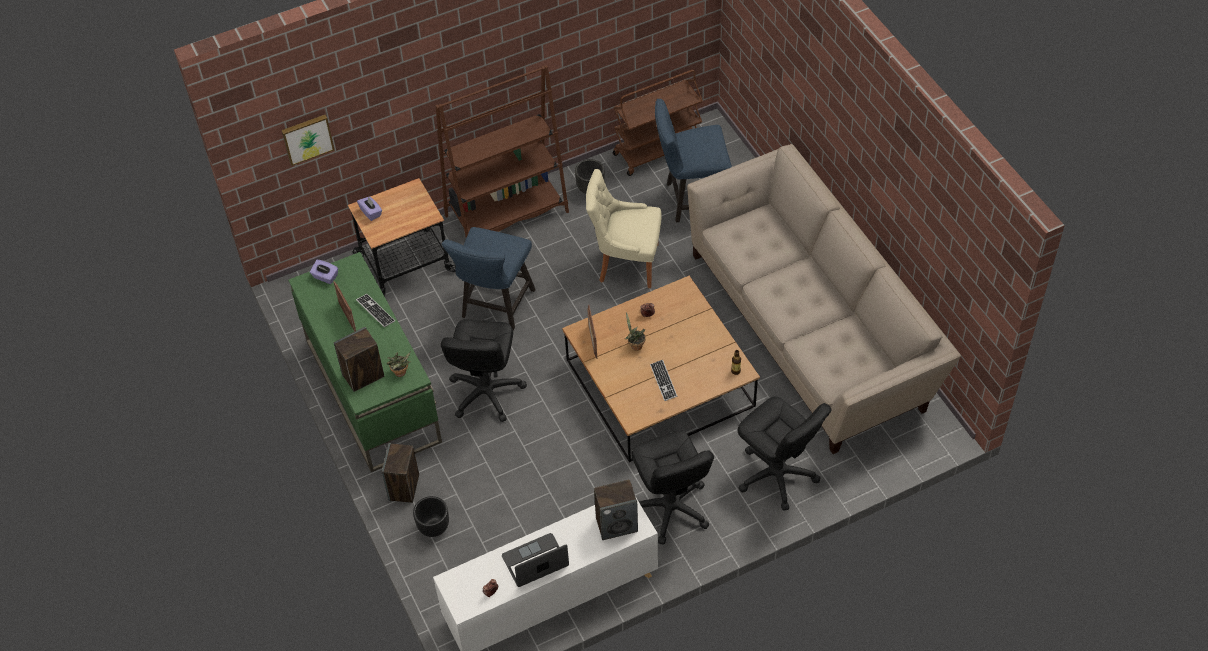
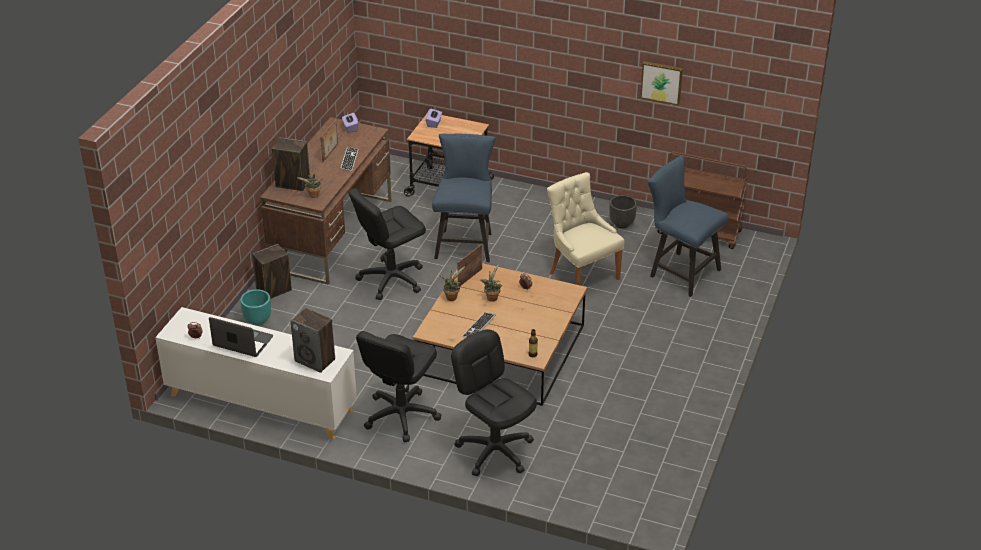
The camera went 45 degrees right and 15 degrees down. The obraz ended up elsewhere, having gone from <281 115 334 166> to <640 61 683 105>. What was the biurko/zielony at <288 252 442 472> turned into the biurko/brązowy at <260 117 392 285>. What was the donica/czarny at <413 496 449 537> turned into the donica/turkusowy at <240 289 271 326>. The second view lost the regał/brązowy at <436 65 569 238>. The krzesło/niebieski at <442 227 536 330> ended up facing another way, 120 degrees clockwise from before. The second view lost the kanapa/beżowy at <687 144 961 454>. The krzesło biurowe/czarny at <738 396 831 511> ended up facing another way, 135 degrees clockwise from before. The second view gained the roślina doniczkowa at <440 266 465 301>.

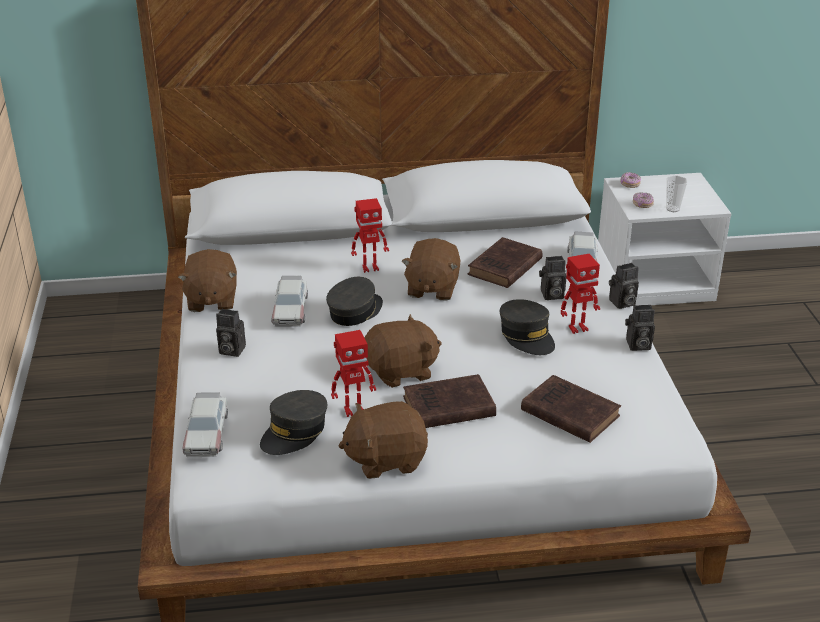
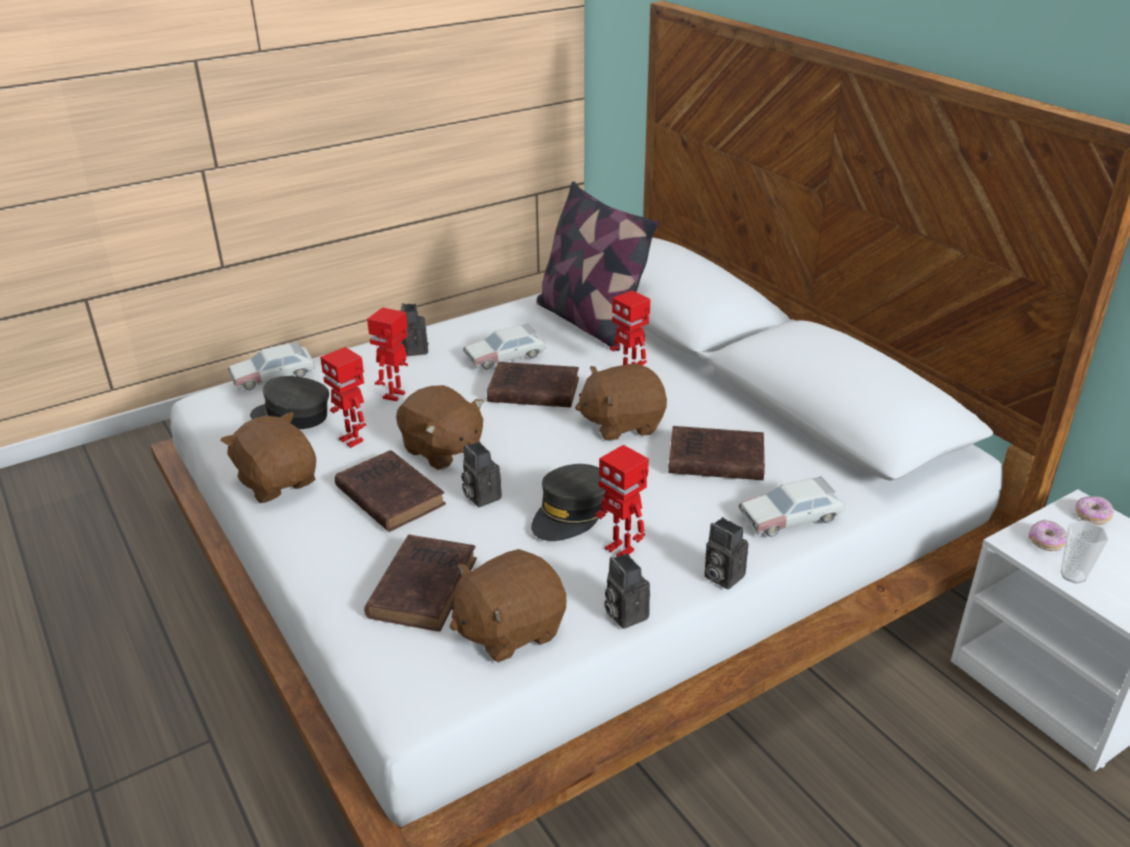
The camera went 65 degrees right and 0 degrees up. The pluszak/brązowy ended up elsewhere, having gone from <178 249 237 312> to <450 549 566 663>. Where the czapka z daszkiem/szary stood at <326 277 383 326>, the książka/brązowy came to stand at <487 362 579 408>. The aparat fotograficzny ended up elsewhere, having gone from <539 256 566 300> to <461 442 502 507>. The second view gained the robot zabawkowy at <367 307 408 401>. The second view gained the poduszka at <536 181 659 351>.

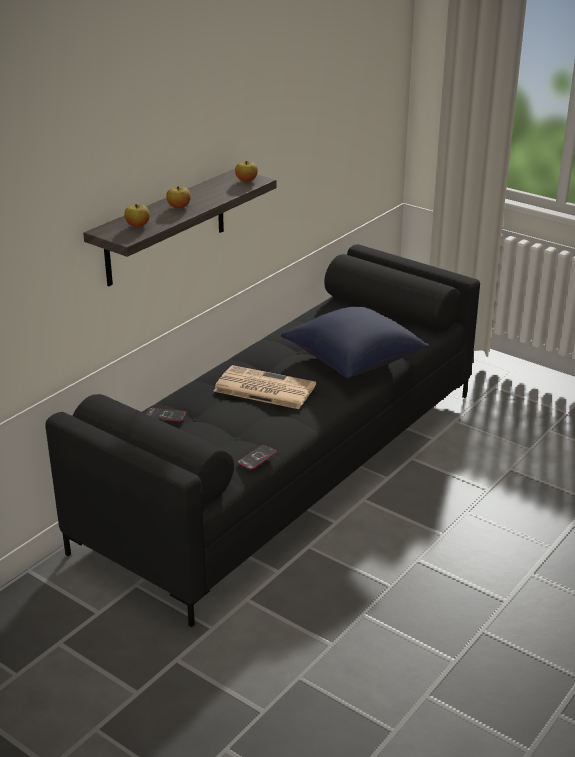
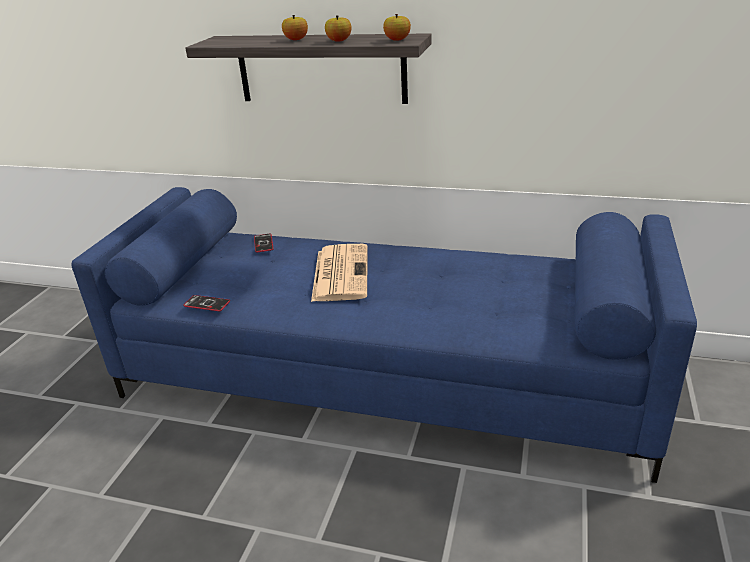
The camera went 70 degrees right and 0 degrees up. What was the kanapa/czarny at <45 244 480 627> turned into the kanapa/niebieski at <72 187 697 483>. The jabłko ended up elsewhere, having gone from <124 204 150 227> to <325 15 351 42>. The second view lost the poduszka/niebieski at <281 307 429 378>.

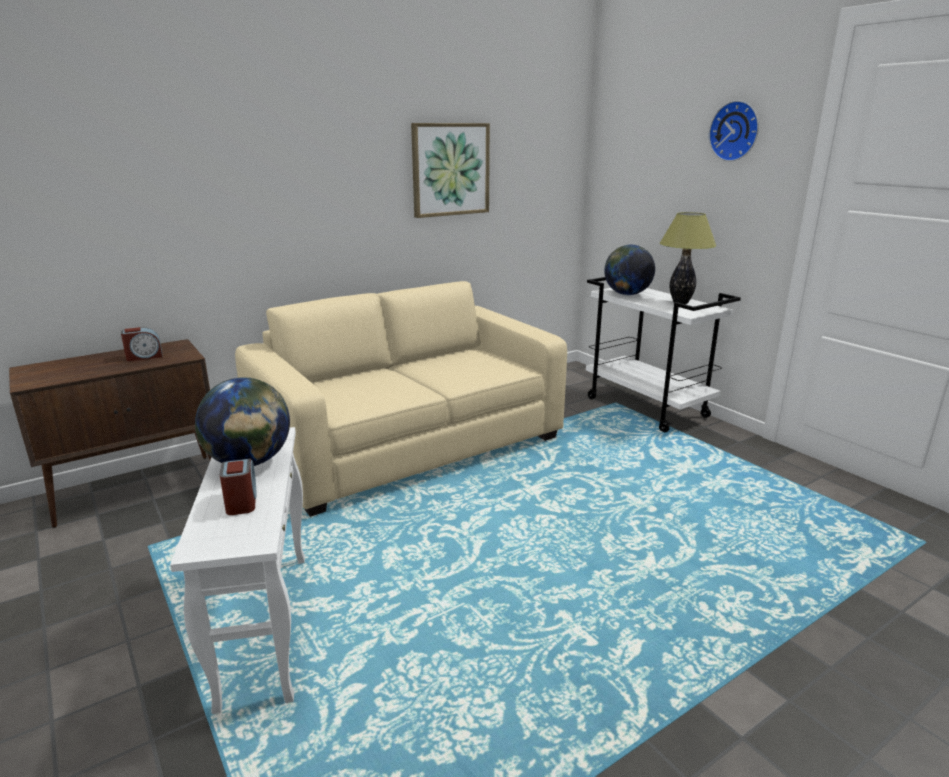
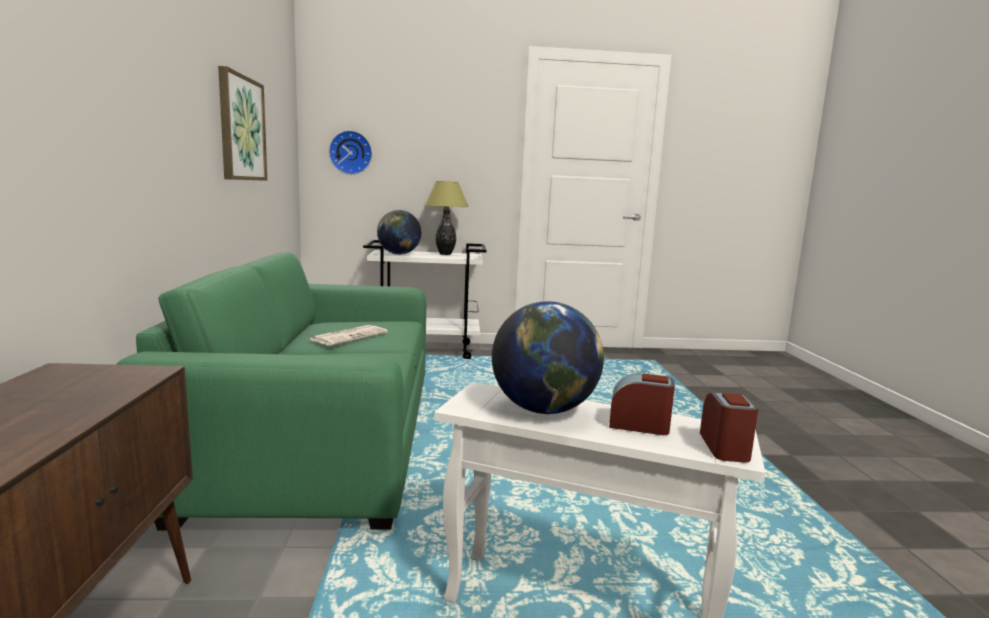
The camera went 60 degrees left and 10 degrees down. The budzik ended up elsewhere, having gone from <121 327 162 361> to <700 393 758 462>. What was the kanapa/beżowy at <235 281 567 517> turned into the kanapa/zielony at <116 252 426 530>. The zegar ścienny ended up elsewhere, having gone from <709 100 759 162> to <329 130 372 175>. The second view gained the gazeta at <310 325 388 346>.

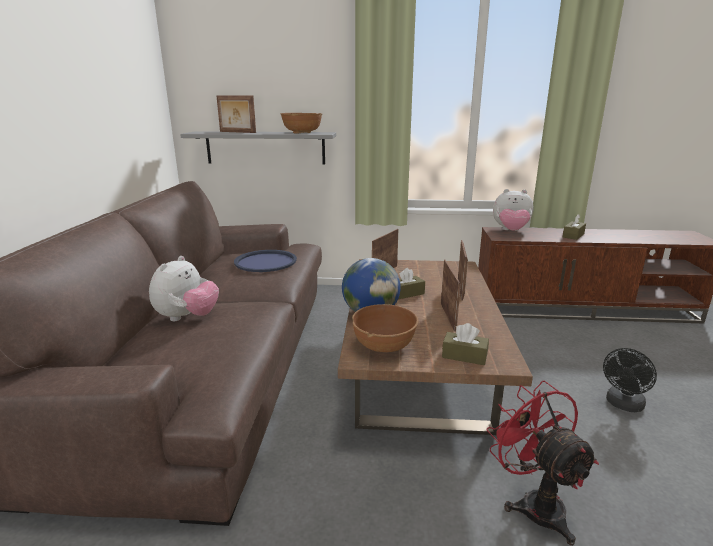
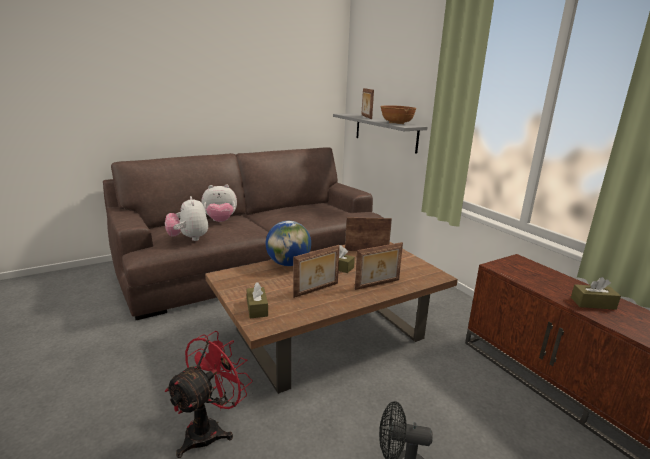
The camera went 55 degrees right and 0 degrees up. The second view lost the taca/niebieski at <234 250 297 272>. The second view lost the miska/brązowy at <352 304 418 352>. The pluszak ended up elsewhere, having gone from <493 189 534 231> to <165 196 208 241>.

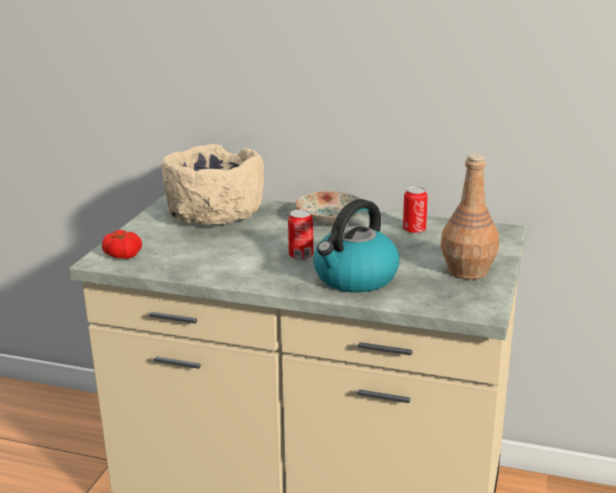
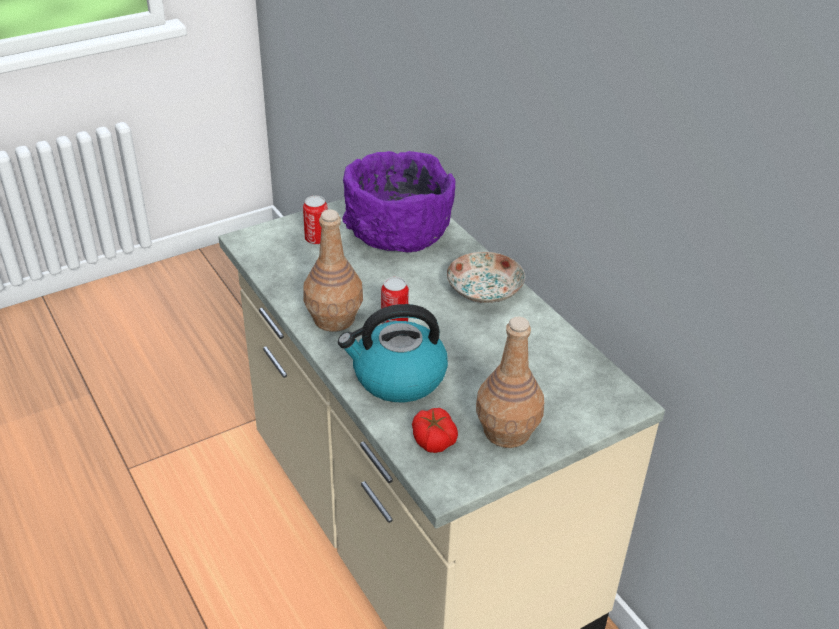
The camera went 40 degrees right and 15 degrees up. The pomidor ended up elsewhere, having gone from <102 230 142 259> to <412 408 458 453>. What was the miska/beżowy at <161 144 264 225> turned into the miska/fioletowy at <342 151 455 252>. The puszka ended up elsewhere, having gone from <403 186 428 234> to <303 196 328 245>. The second view gained the butelka/brązowy at <303 210 363 332>.

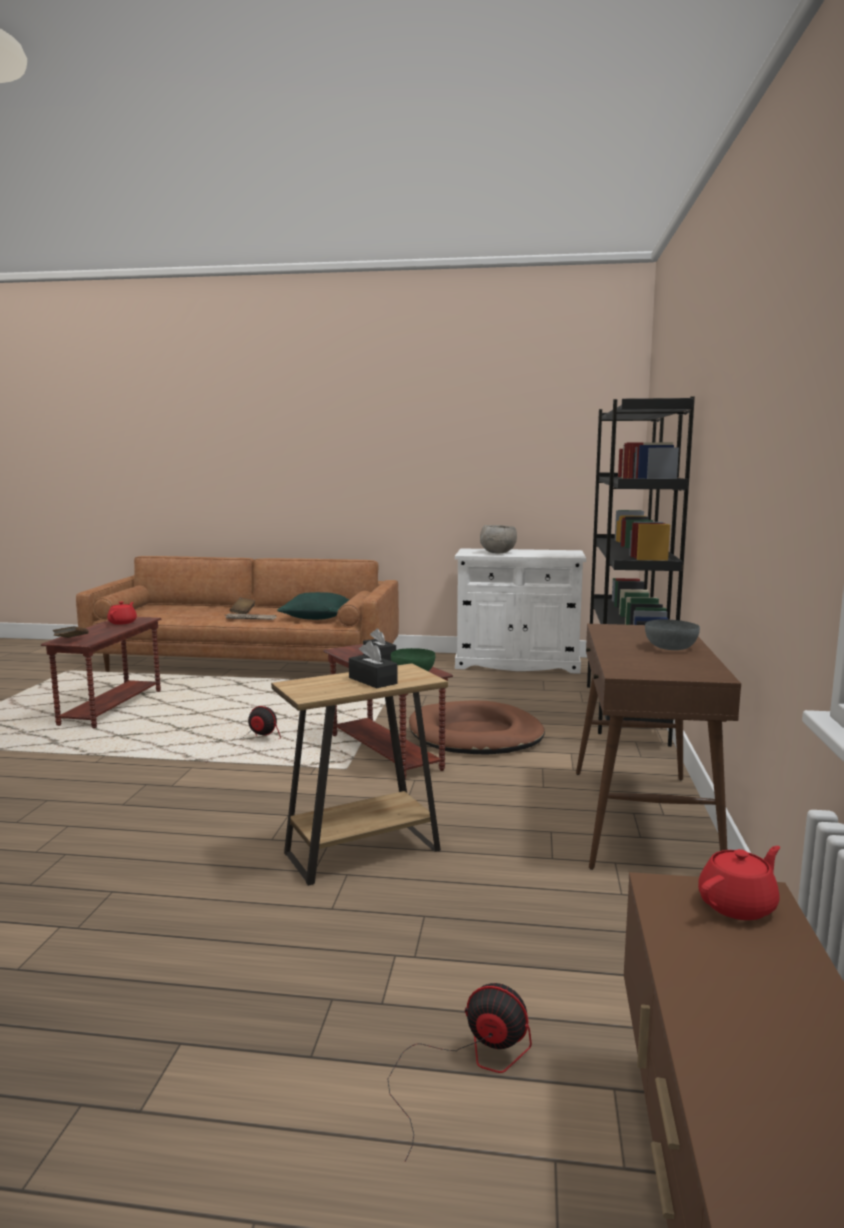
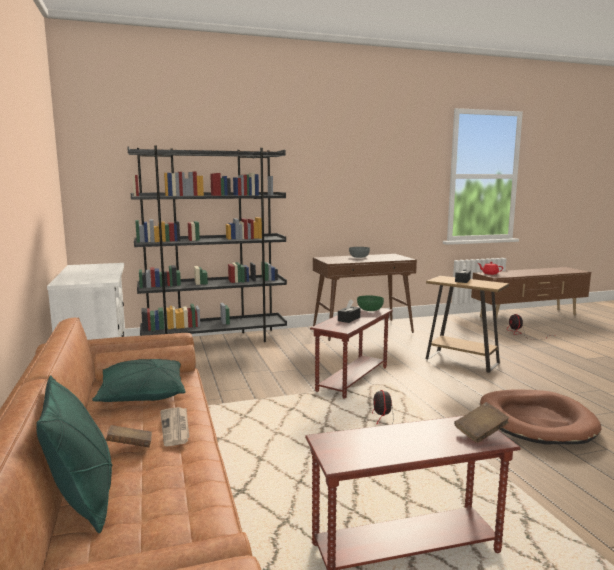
The camera went 115 degrees left and 0 degrees up. The second view lost the imbryk/czerwony at <107 601 137 624>. The legowisko/brązowy ended up elsewhere, having gone from <409 700 545 754> to <480 390 601 445>. The second view lost the miska/szary at <480 525 517 553>. The second view gained the poduszka/zielony at <36 375 112 533>.

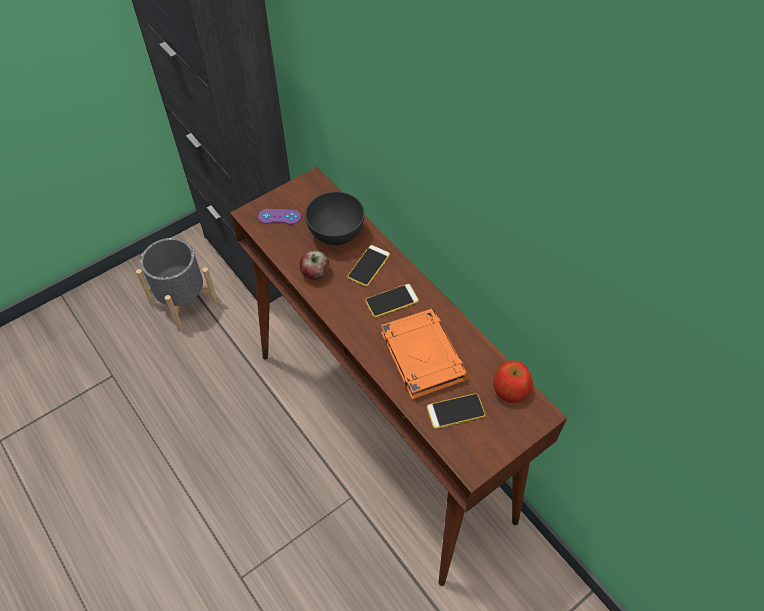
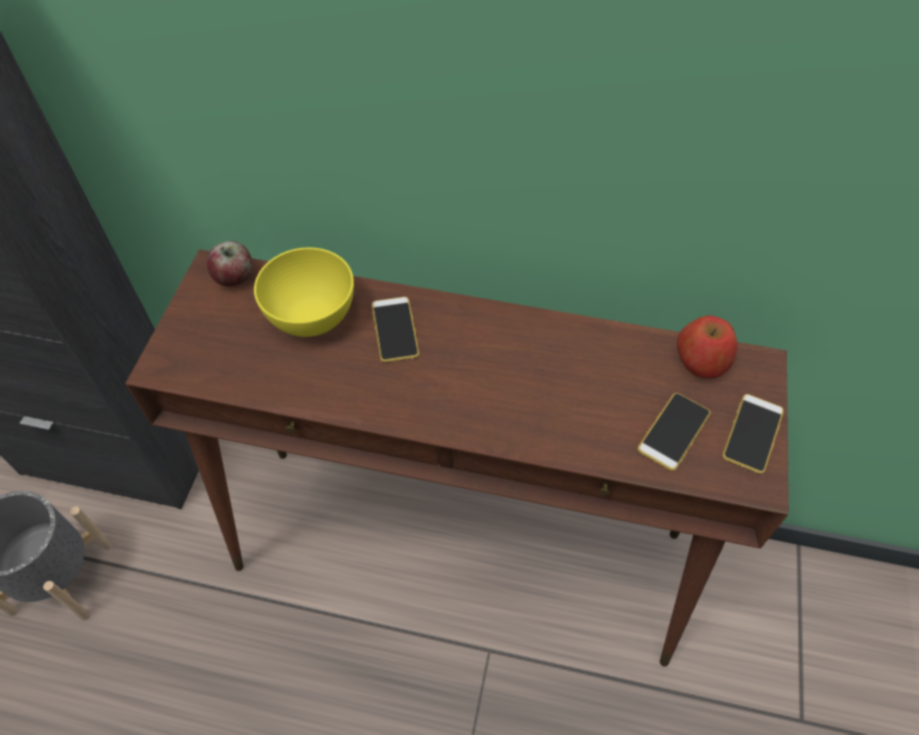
The camera went 40 degrees left and 0 degrees up. The second view lost the pad do gier/fioletowy at <258 209 301 225>. The jabłko ended up elsewhere, having gone from <300 251 329 280> to <206 241 253 286>. What was the miska/szary at <305 191 365 245> turned into the miska/żółty at <254 247 354 337>. The telefon ended up elsewhere, having gone from <365 284 419 318> to <722 394 784 474>. The second view lost the książka/pomarańczowy at <381 309 468 400>.

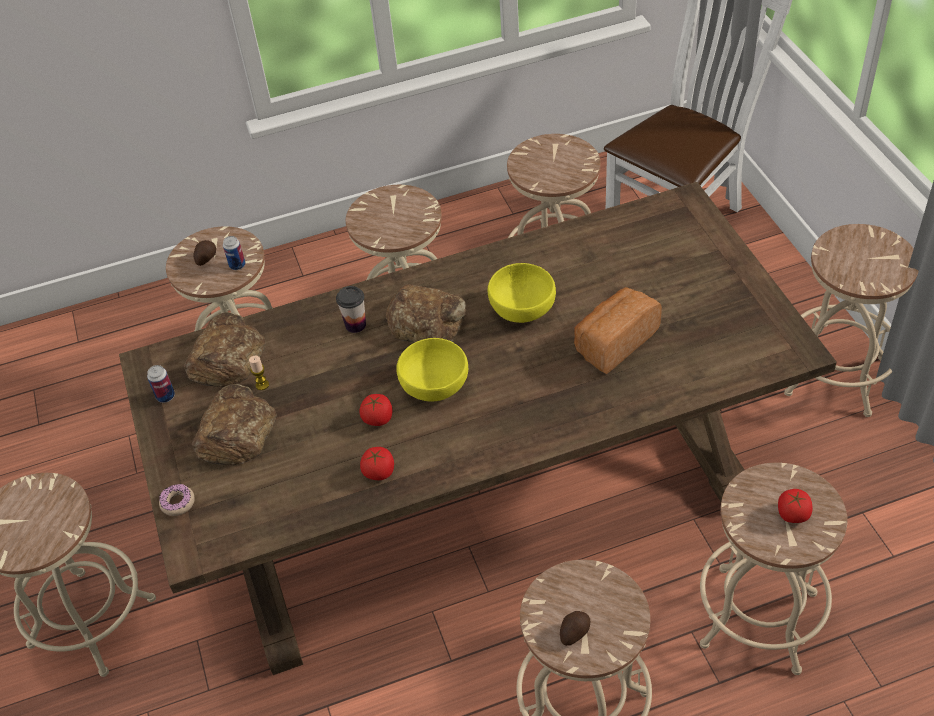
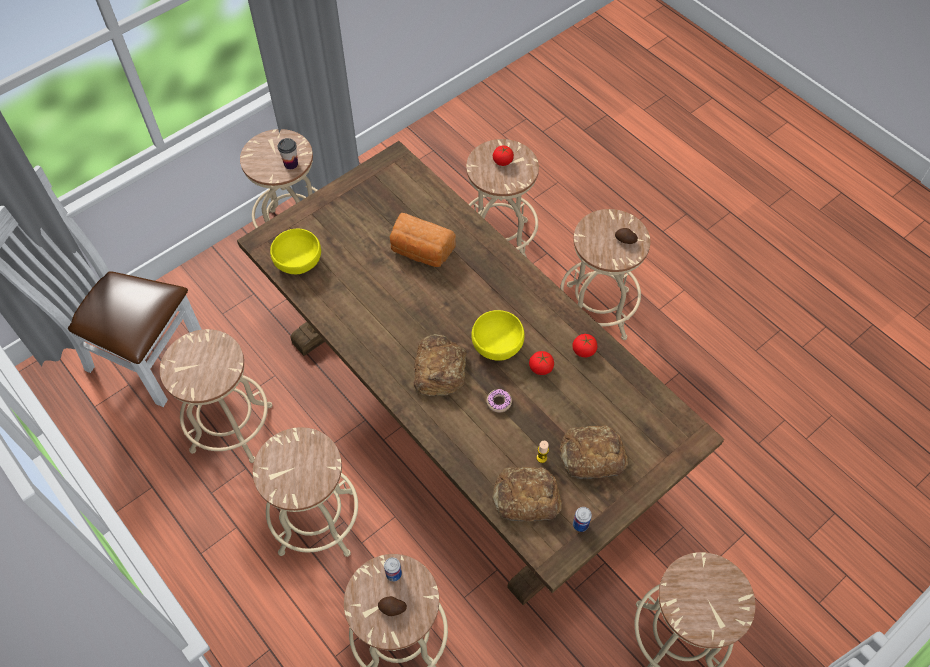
The camera went 115 degrees left and 10 degrees up. The donut ended up elsewhere, having gone from <159 484 195 516> to <487 389 512 413>. The filiżanka ended up elsewhere, having gone from <336 286 366 333> to <278 138 298 169>. The miska/żółty ended up elsewhere, having gone from <488 263 556 323> to <270 229 321 274>.

